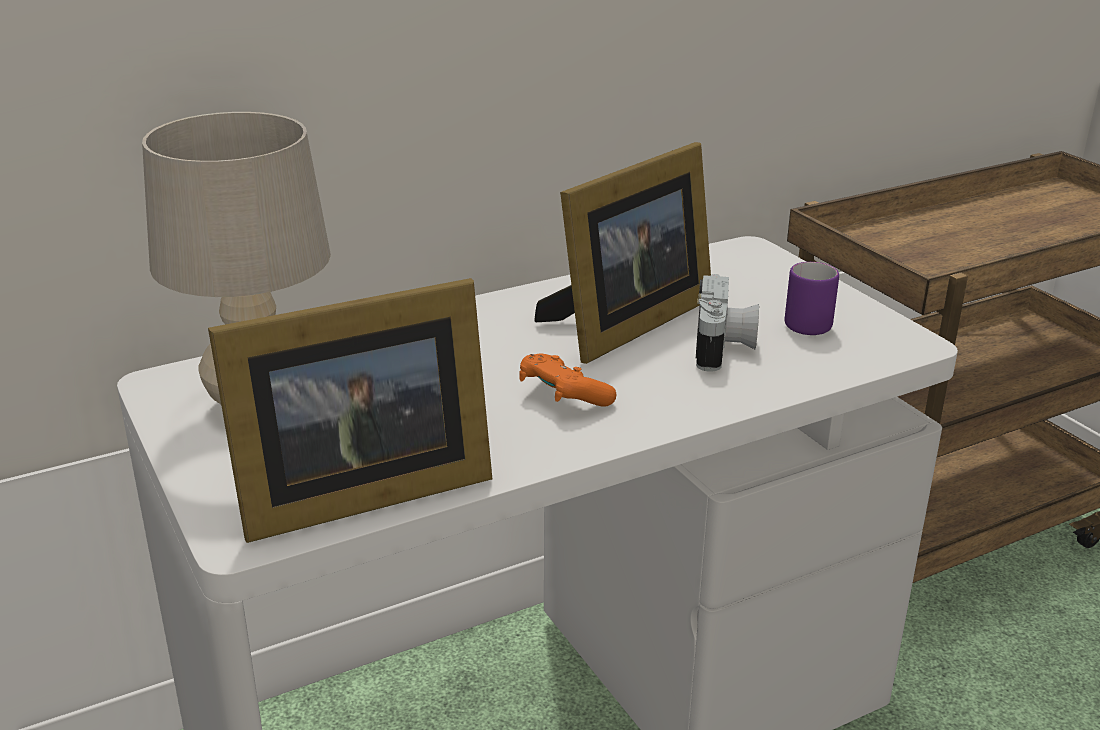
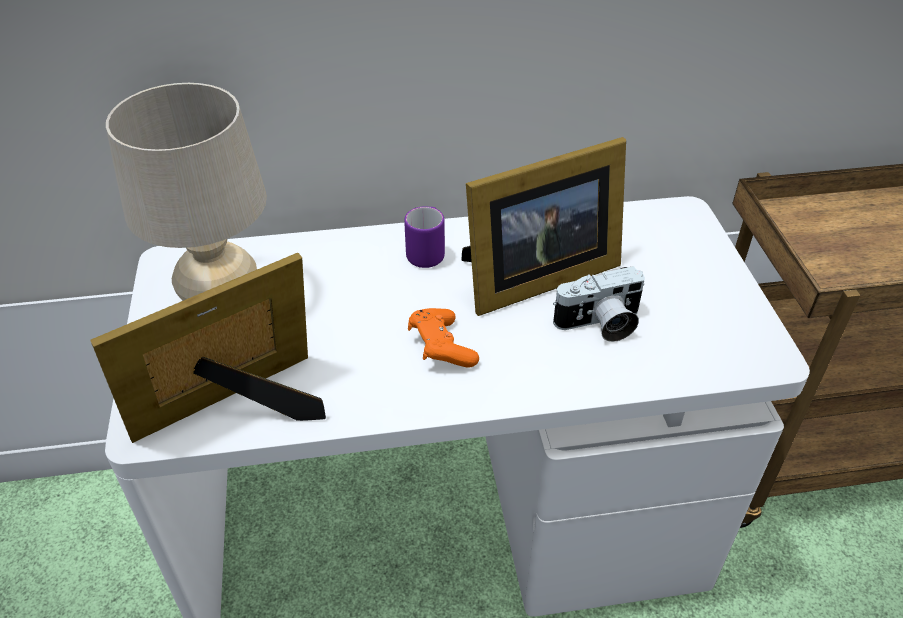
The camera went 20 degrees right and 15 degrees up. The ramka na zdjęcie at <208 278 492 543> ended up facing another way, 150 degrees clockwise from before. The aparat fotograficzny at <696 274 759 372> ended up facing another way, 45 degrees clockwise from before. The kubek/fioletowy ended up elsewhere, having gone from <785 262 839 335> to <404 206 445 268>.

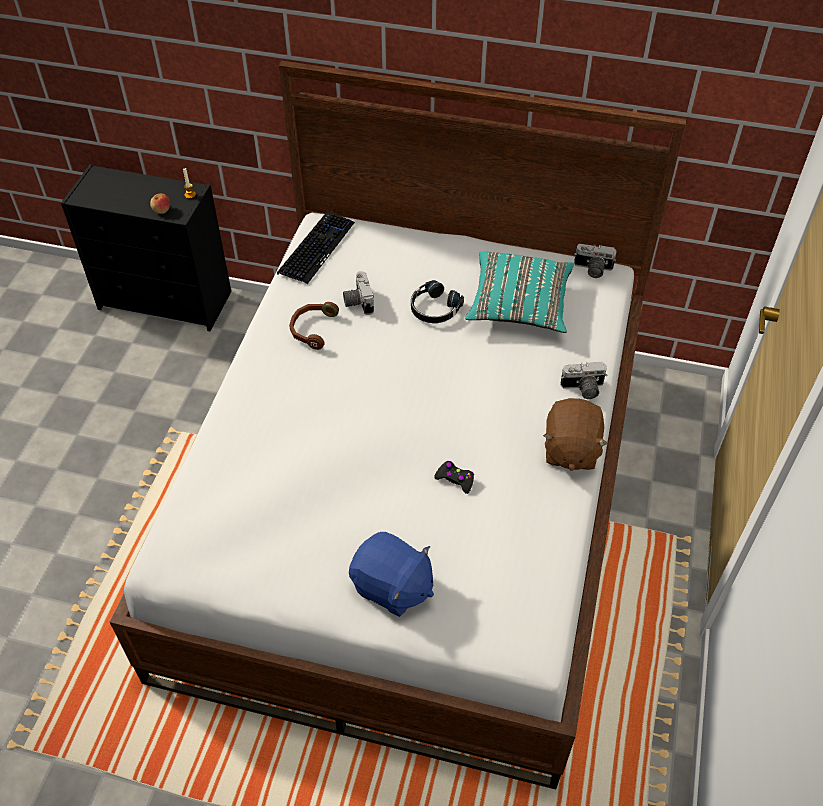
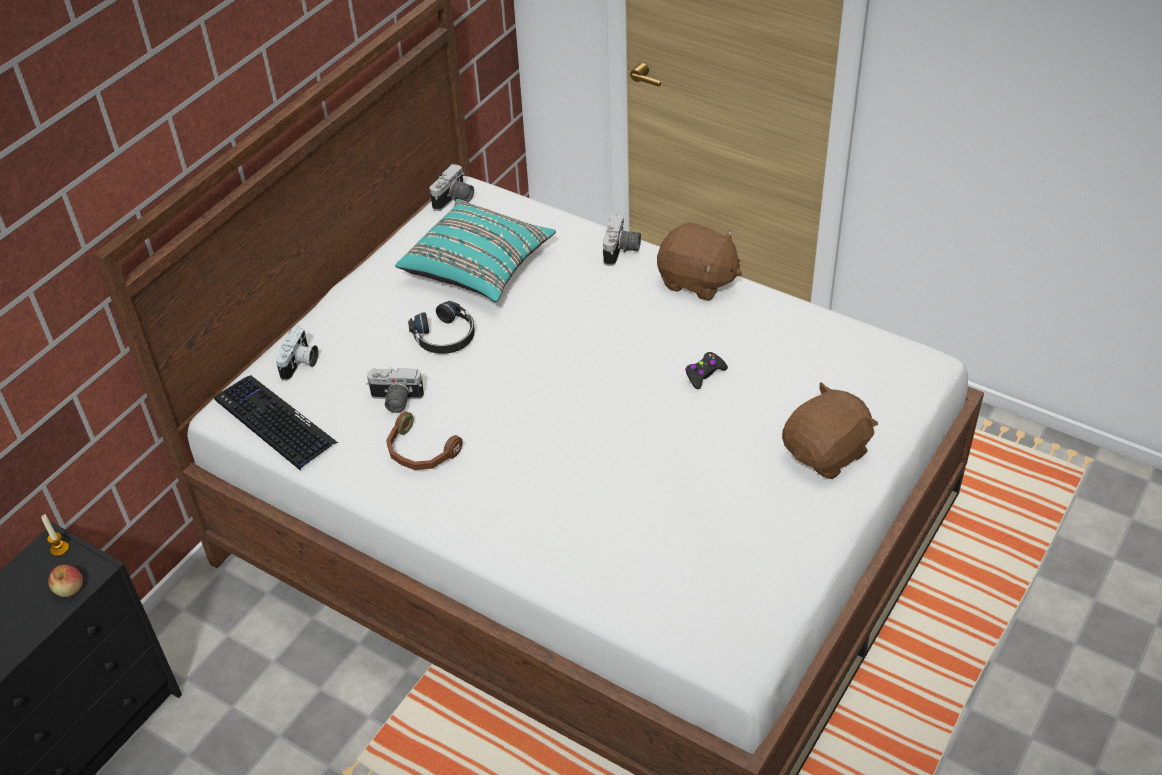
The camera went 70 degrees left and 5 degrees down. What was the pluszak/niebieski at <349 532 434 617> turned into the pluszak/brązowy at <782 382 878 479>. The second view gained the aparat fotograficzny at <275 326 319 381>.

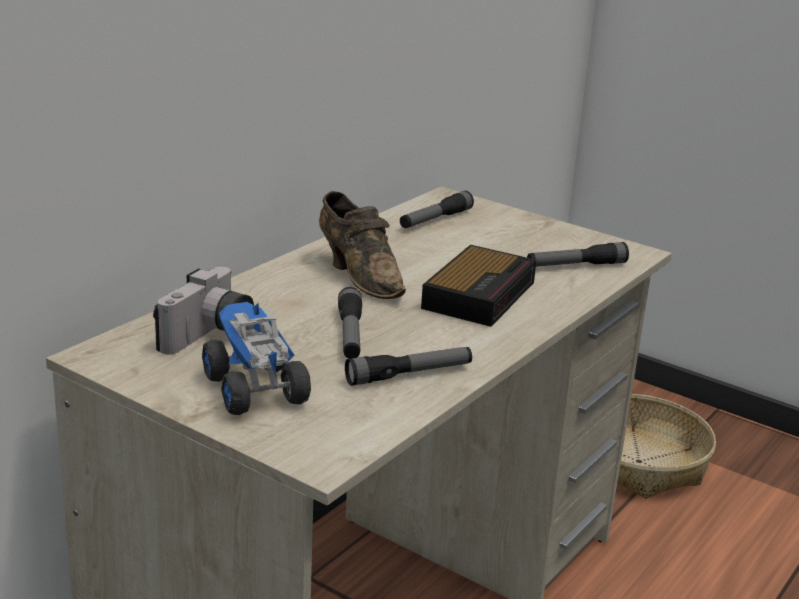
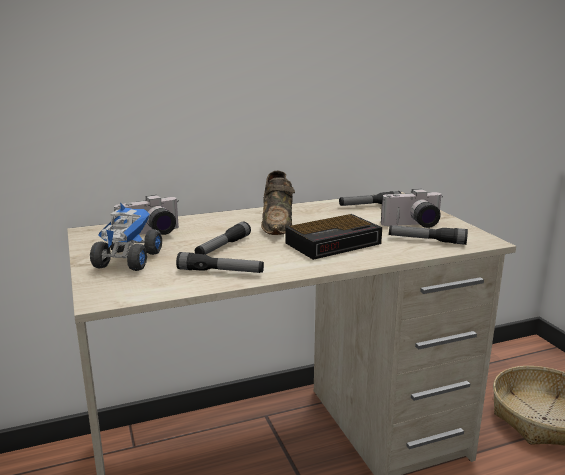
The camera went 35 degrees right and 5 degrees down. The second view gained the aparat fotograficzny at <381 189 443 228>.

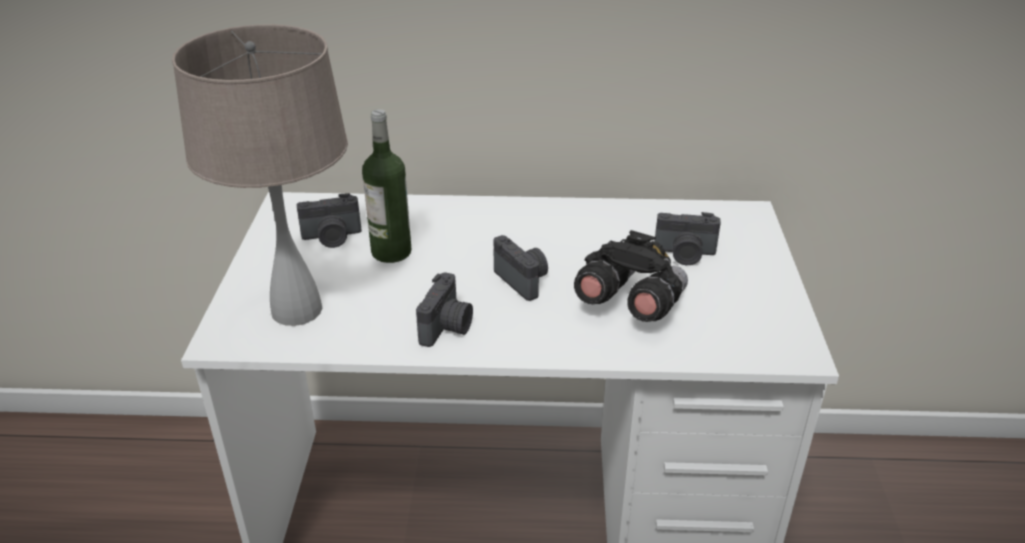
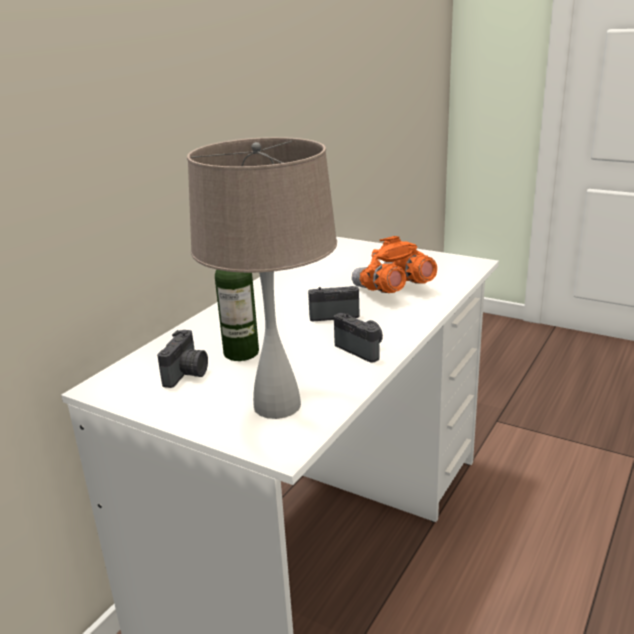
The camera went 60 degrees left and 10 degrees down. What was the lornetka/czarny at <574 230 688 322> turned into the lornetka/pomarańczowy at <352 236 437 293>. The second view lost the aparat fotograficzny at <655 212 721 265>.

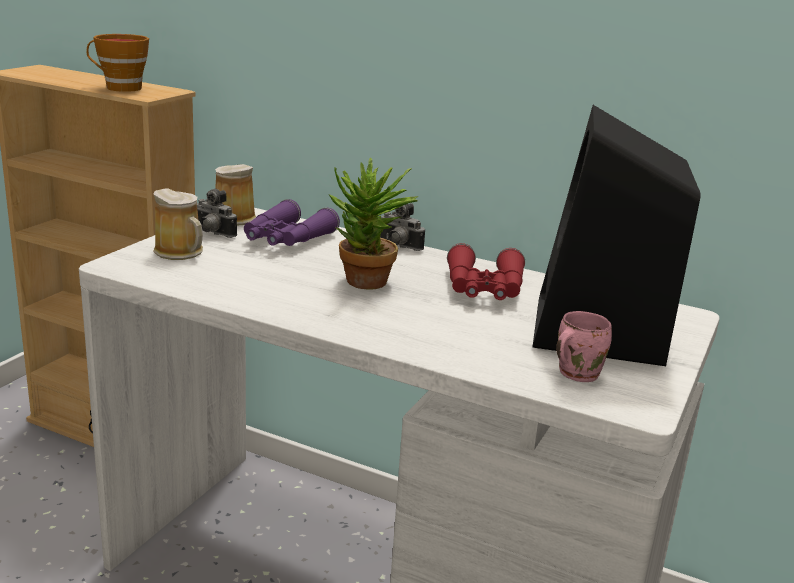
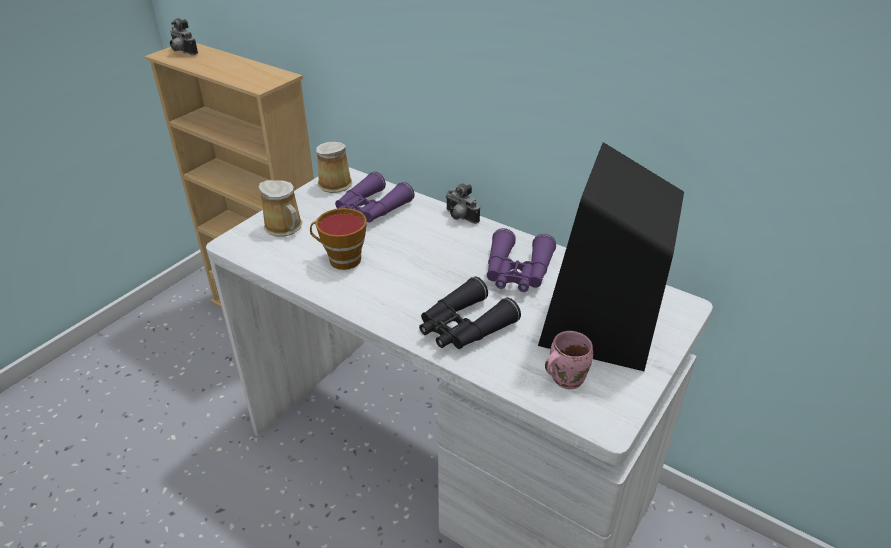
The camera went 10 degrees right and 15 degrees up. The filiżanka ended up elsewhere, having gone from <86 34 149 92> to <310 208 367 270>. The aparat fotograficzny ended up elsewhere, having gone from <197 189 237 238> to <170 18 198 55>. The second view lost the roślina doniczkowa at <329 157 419 290>. What was the lornetka/czerwony at <447 243 525 300> turned into the lornetka/fioletowy at <487 228 556 292>. The second view gained the lornetka/czarny at <419 276 521 349>.

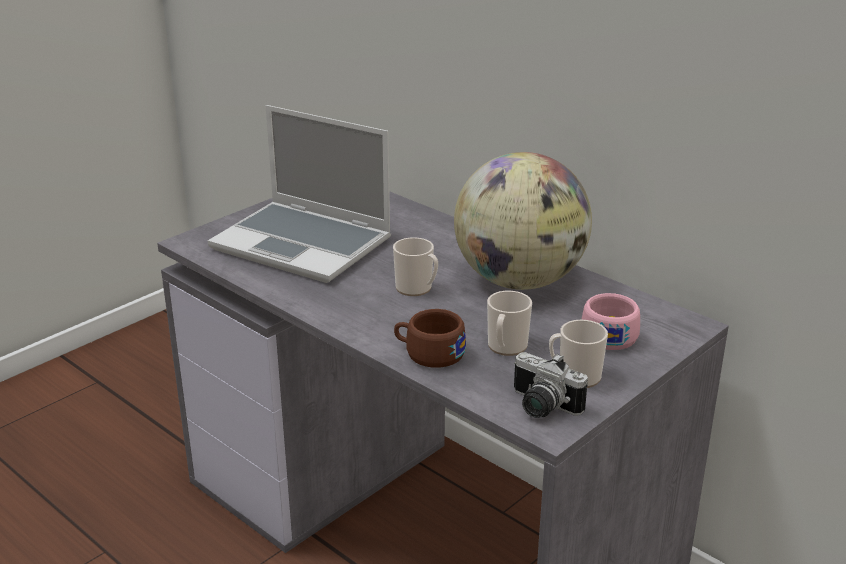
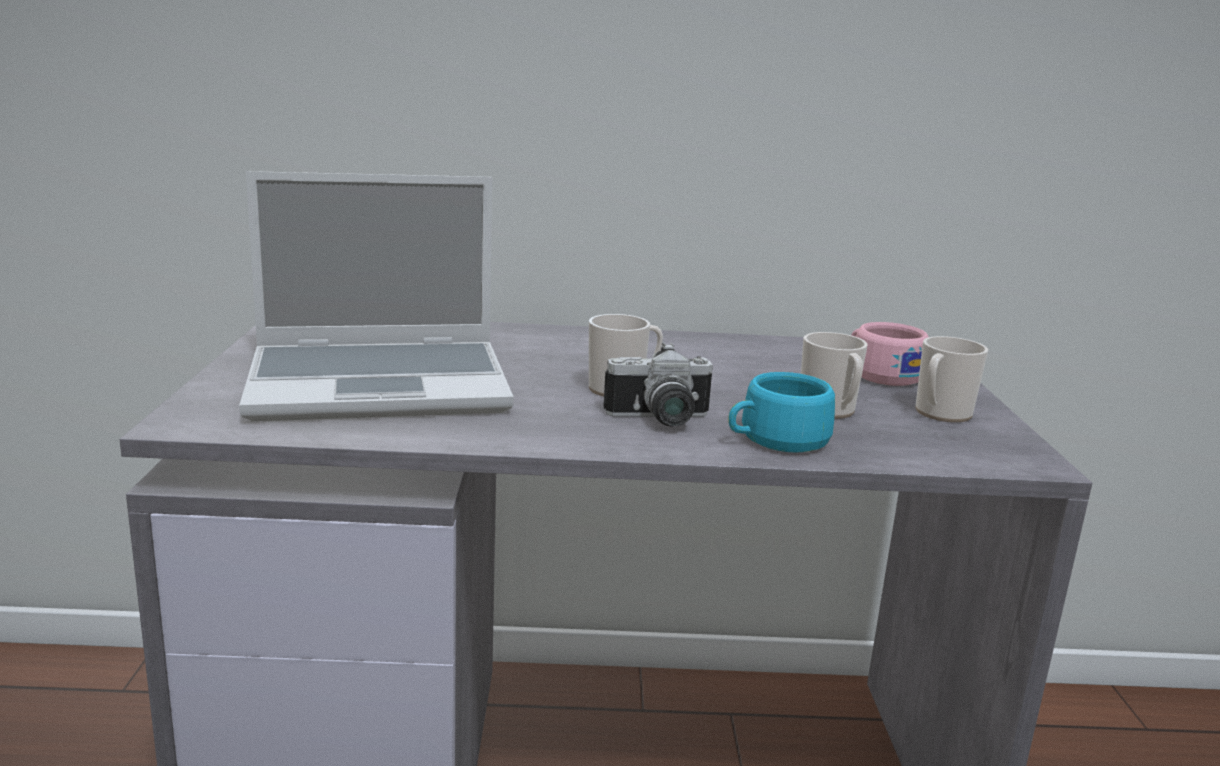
The camera went 45 degrees left and 10 degrees down. What was the filiżanka/brązowy at <394 309 466 368> turned into the filiżanka/turkusowy at <728 372 835 453>. The second view lost the globus at <454 152 592 290>. The aparat fotograficzny ended up elsewhere, having gone from <514 352 588 418> to <603 343 713 427>.

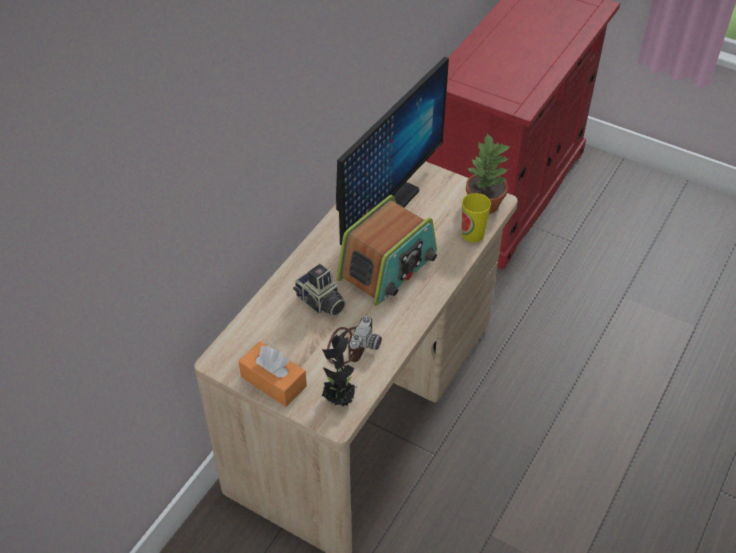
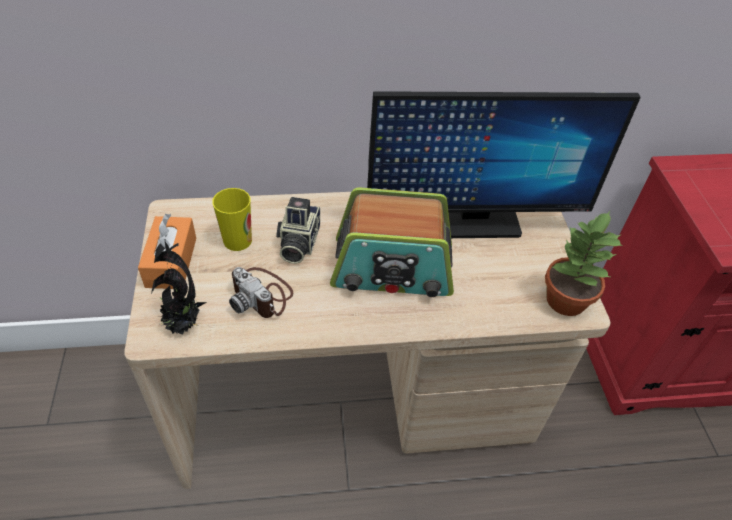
The camera went 50 degrees right and 0 degrees up. The aparat fotograficzny at <327 316 382 364> ended up facing another way, 60 degrees clockwise from before. The filiżanka ended up elsewhere, having gone from <462 193 491 243> to <212 188 252 251>.

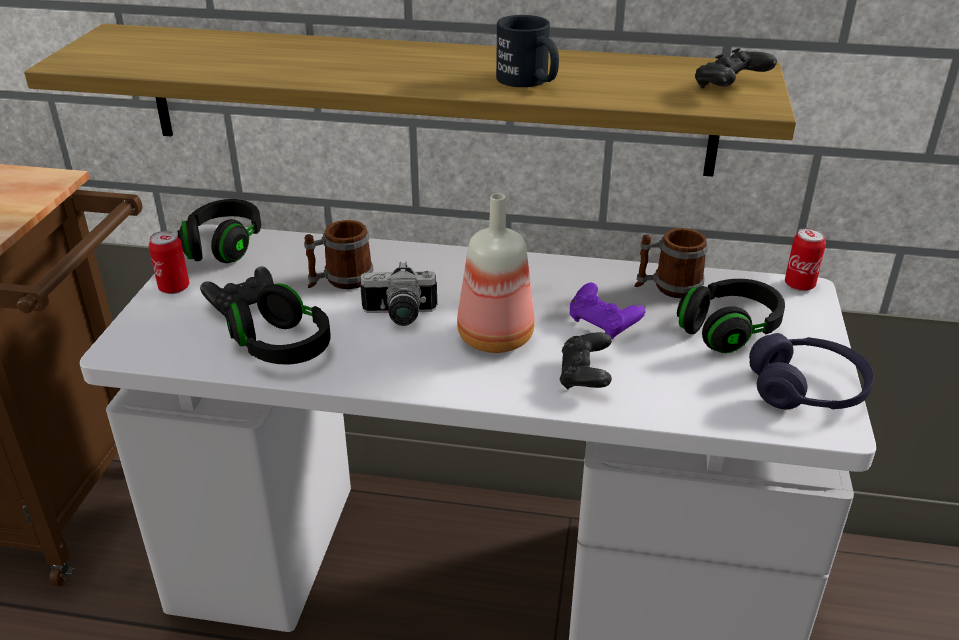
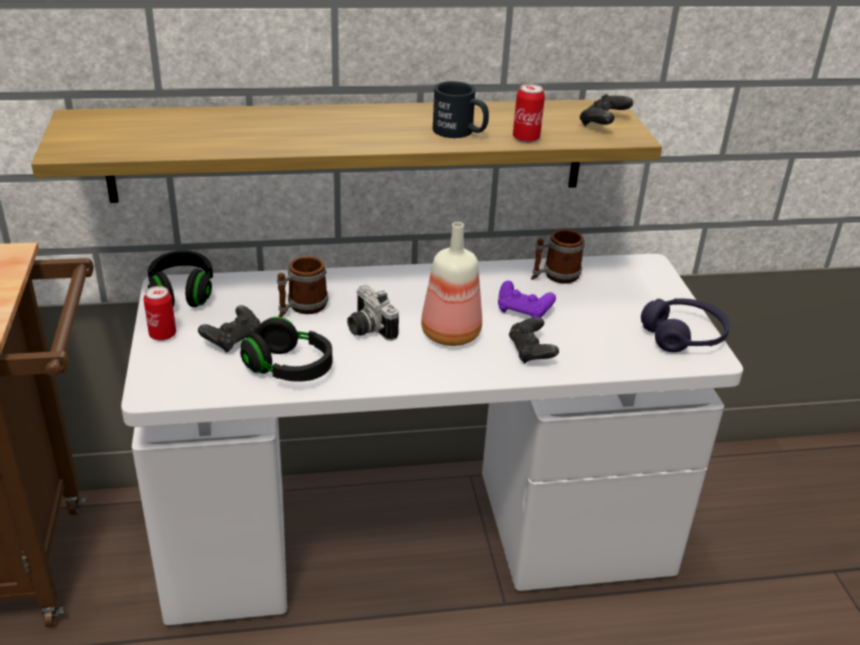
The camera went 20 degrees left and 0 degrees up. The aparat fotograficzny at <360 262 437 326> ended up facing another way, 75 degrees clockwise from before. The second view lost the słuchawki/czarny at <677 279 785 353>. The puszka ended up elsewhere, having gone from <785 228 826 291> to <513 84 545 143>.

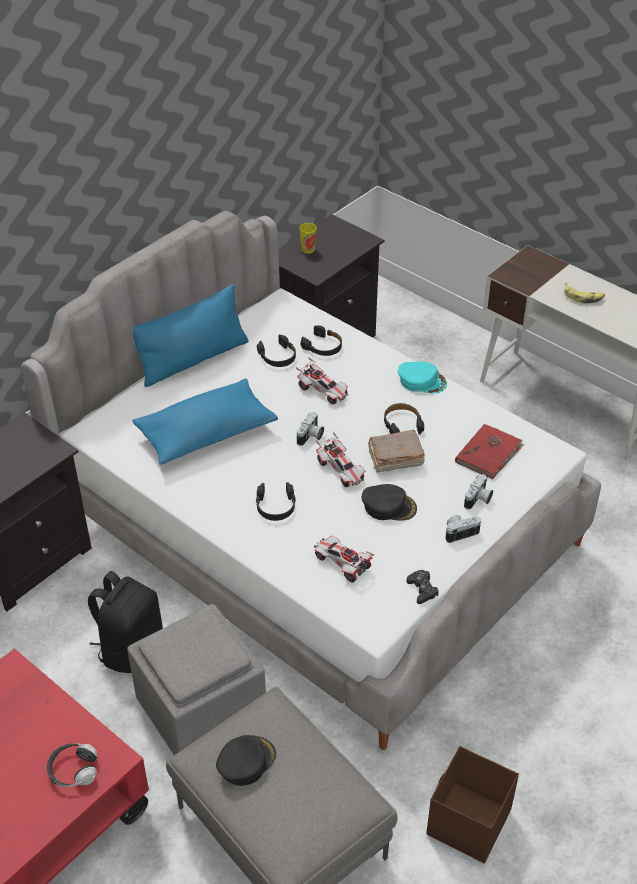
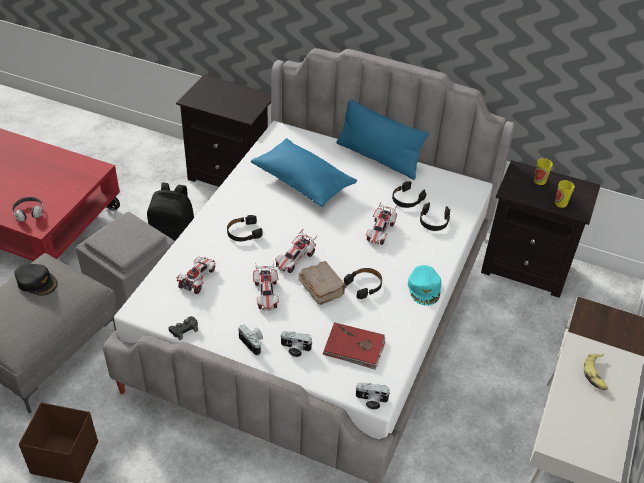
The camera went 70 degrees right and 0 degrees up. The aparat fotograficzny ended up elsewhere, having gone from <297 412 324 446> to <355 382 390 409>. Where the czapka z daszkiem/czarny stood at <362 484 417 521>, the samochodzik came to stand at <253 262 279 311>. The second view gained the filiżanka at <555 180 575 208>.

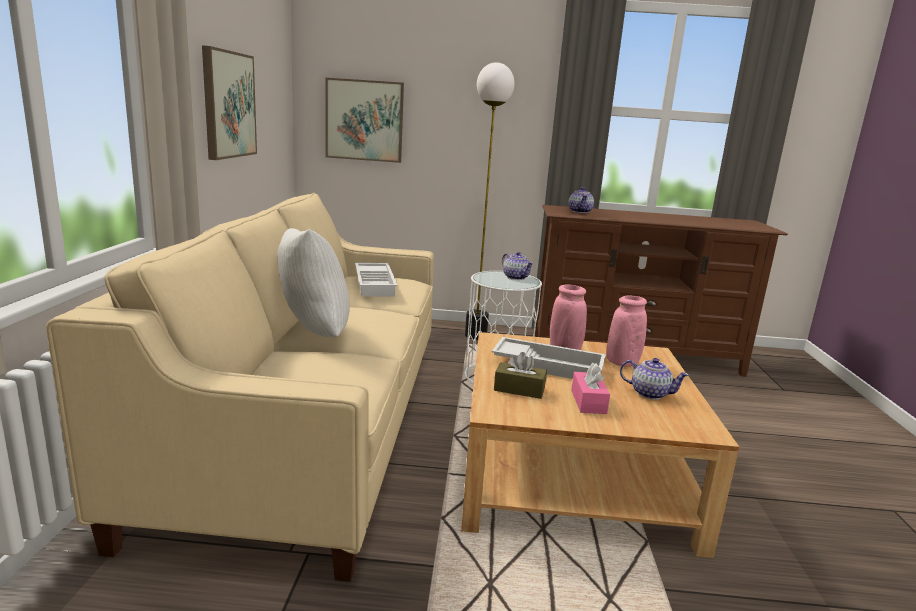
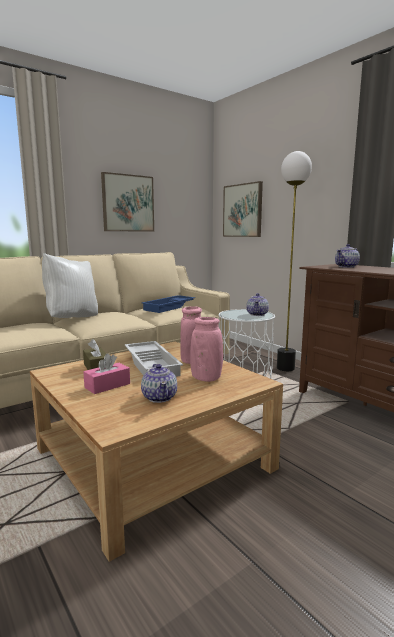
The camera went 50 degrees right and 5 degrees down. What was the taca/biały at <355 263 398 296> turned into the taca/niebieski at <142 295 195 313>.

